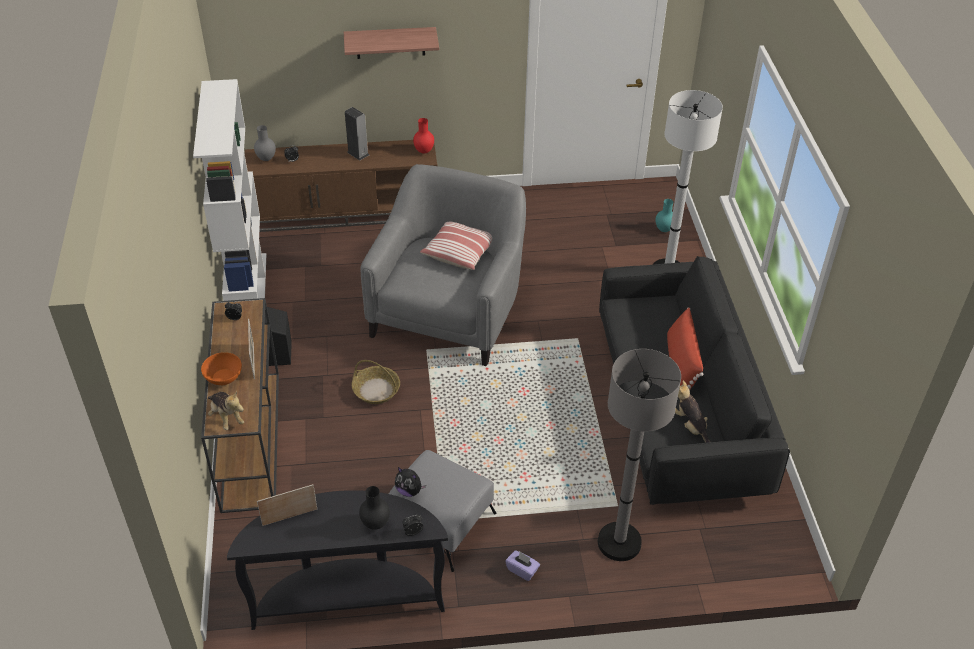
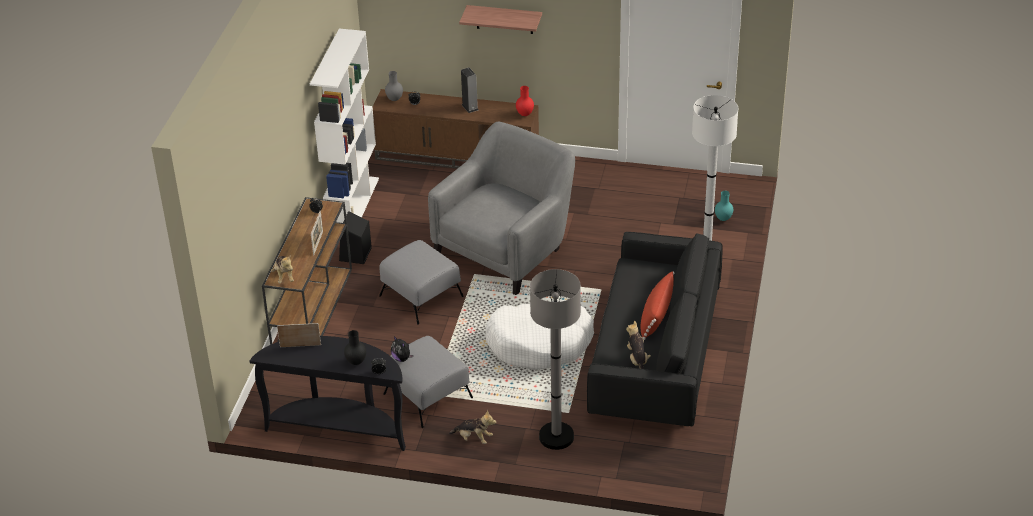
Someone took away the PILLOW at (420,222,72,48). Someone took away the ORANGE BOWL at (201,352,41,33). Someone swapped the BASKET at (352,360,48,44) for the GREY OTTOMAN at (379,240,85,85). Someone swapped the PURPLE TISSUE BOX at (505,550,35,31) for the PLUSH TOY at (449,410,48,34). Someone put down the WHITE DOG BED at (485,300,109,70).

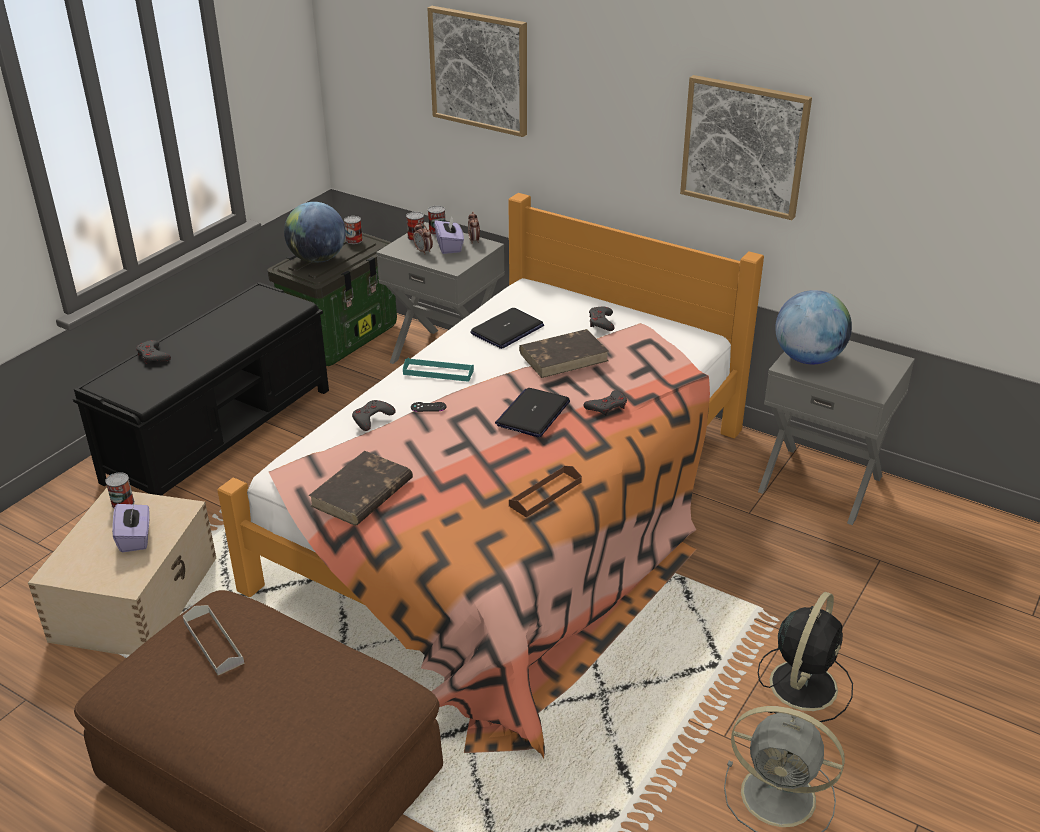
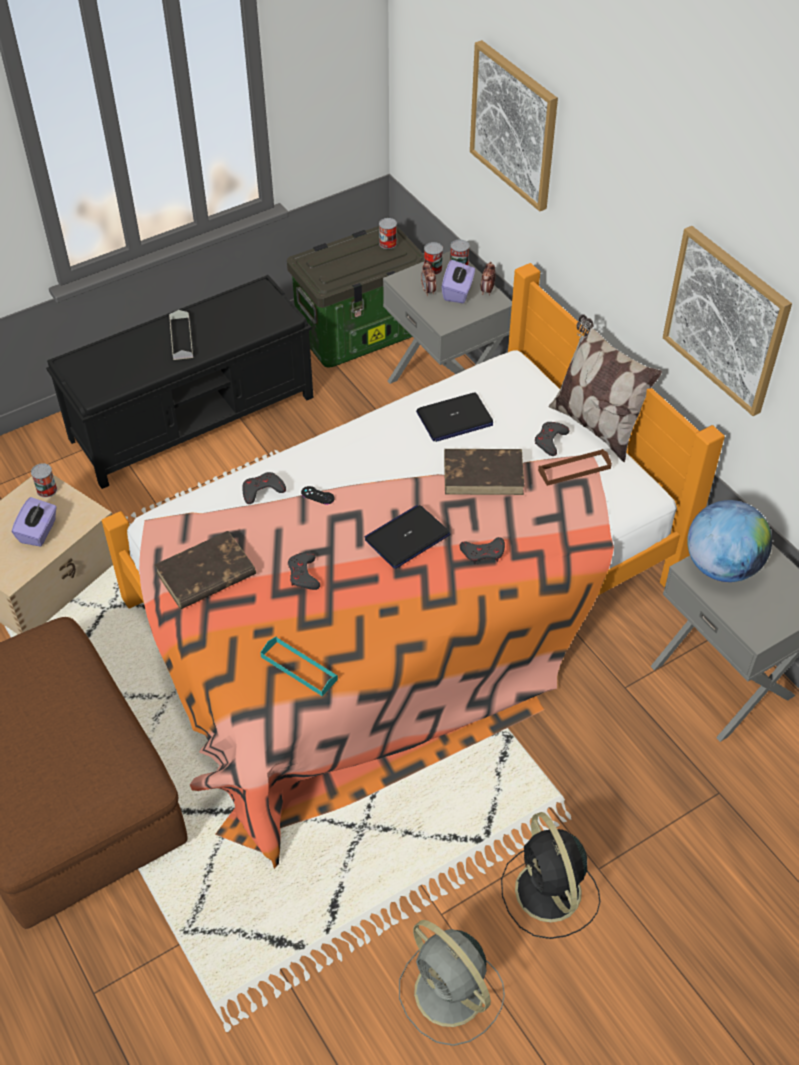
Someone took away the GLOBE at (284,202,62,61). Someone carried the GREY GAME CONTROLLER from (136,340,35,24) to (288,552,32,38). Someone carried the TURQUOISE TRAY from (403,358,71,24) to (260,637,78,59). Someone carried the BROWN TRAY from (509,466,73,52) to (538,449,74,37). Someone rotated the BLACK FAN at (758,592,95,130) by 105 degrees clockwise. Someone carried the GREY TRAY from (183,605,61,70) to (169,310,24,50). Someone put down the PILLOW at (549,315,113,147).

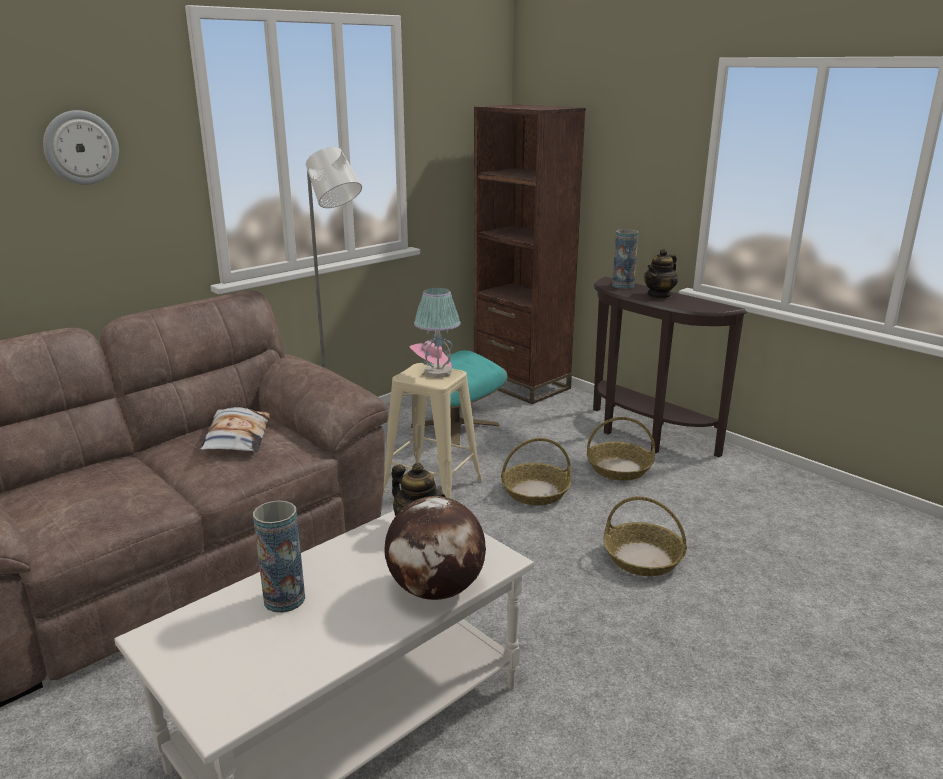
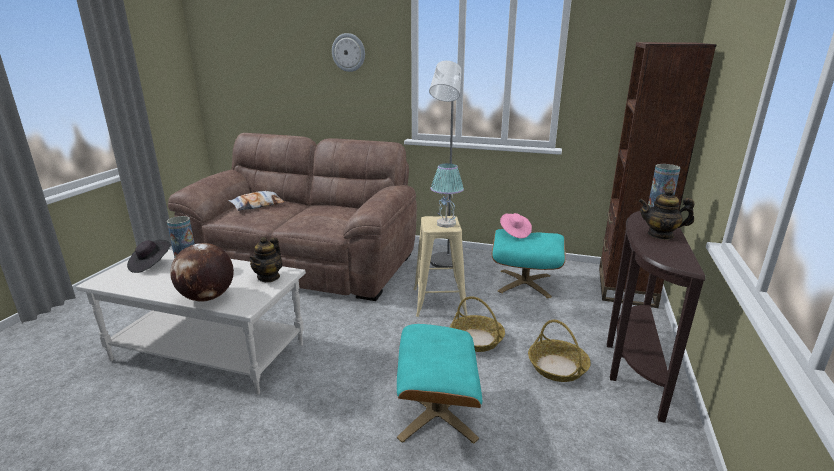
Someone carried the PILLOW from (200,407,70,45) to (228,191,57,20). Someone swapped the BASKET at (604,496,83,80) for the TURQUOISE OTTOMAN at (397,324,85,120). Someone put down the BLACK HAT at (127,240,44,33).

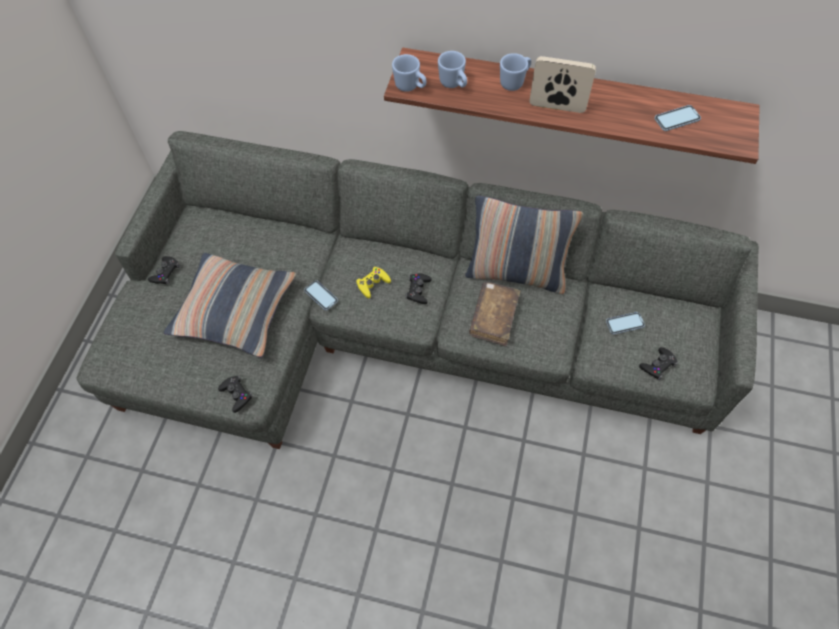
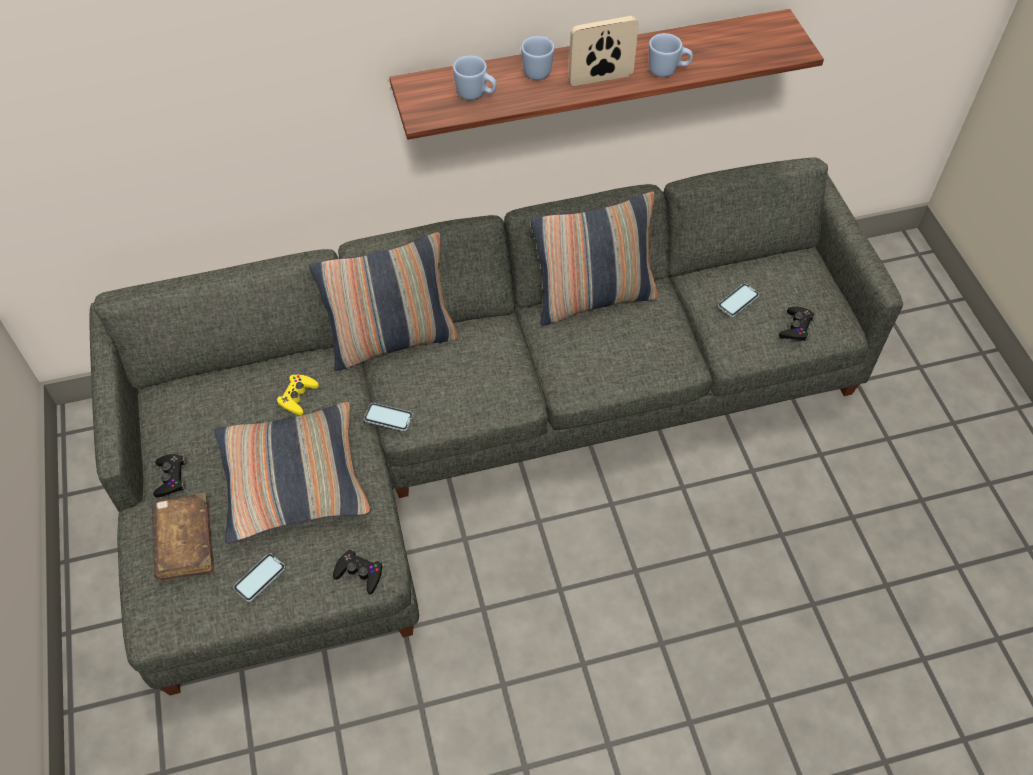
Someone carried the BLUE MUG from (392,54,34,38) to (649,33,44,44). Someone carried the PHONE from (654,105,47,26) to (233,553,52,49). Someone carried the YELLOW GAME CONTROLLER from (356,266,35,32) to (276,375,43,40). Someone took away the BLACK GAME CONTROLLER at (405,273,27,31). Someone carried the BROWN BOOK from (469,282,51,64) to (151,493,63,88). Someone put down the PILLOW at (309,232,149,139).

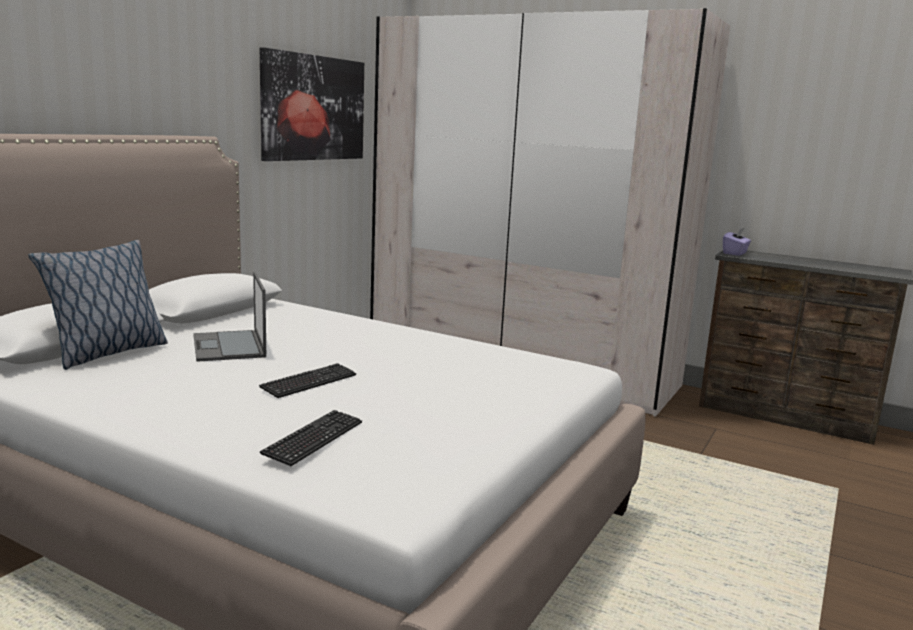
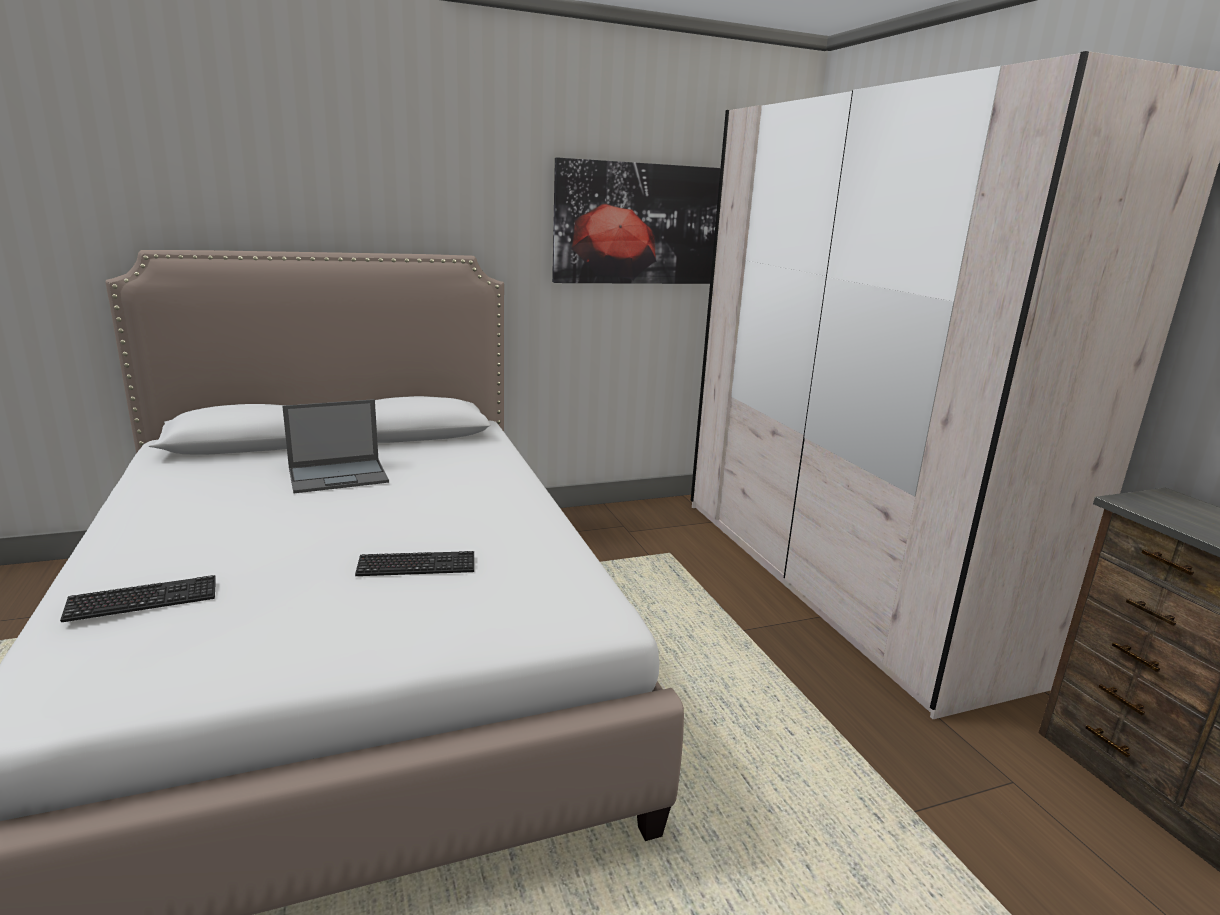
Someone took away the PURPLE TISSUE BOX at (723,228,28,28). Someone took away the PILLOW at (28,240,140,130). Someone rotated the LAPTOP at (193,272,73,90) by 135 degrees counterclockwise. Someone carried the KEYBOARD from (259,363,97,35) to (355,551,119,25).

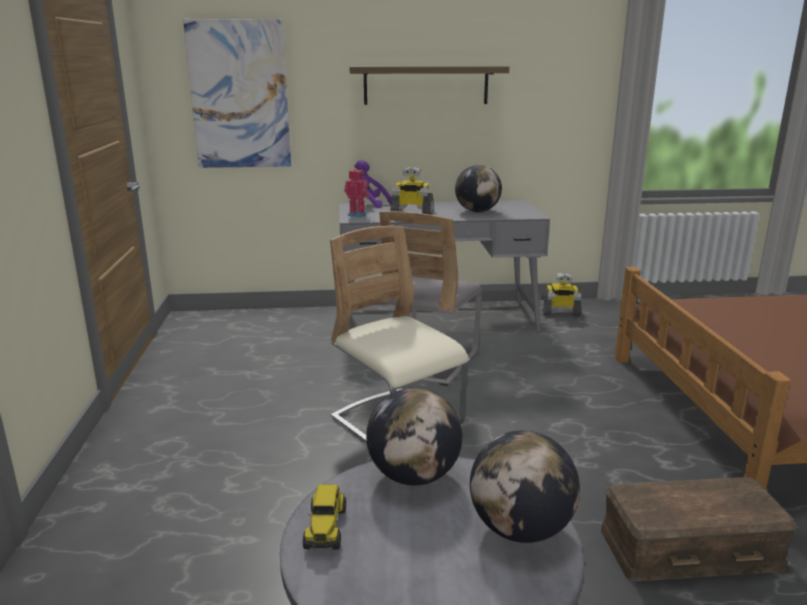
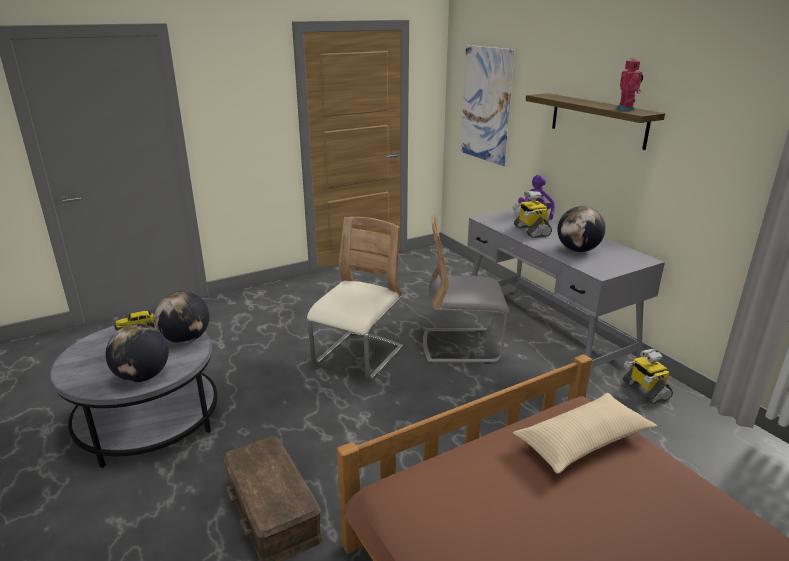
Someone carried the TOY ROBOT from (344,168,26,49) to (616,58,27,53). Someone put down the BEIGE PILLOW at (513,393,144,81).

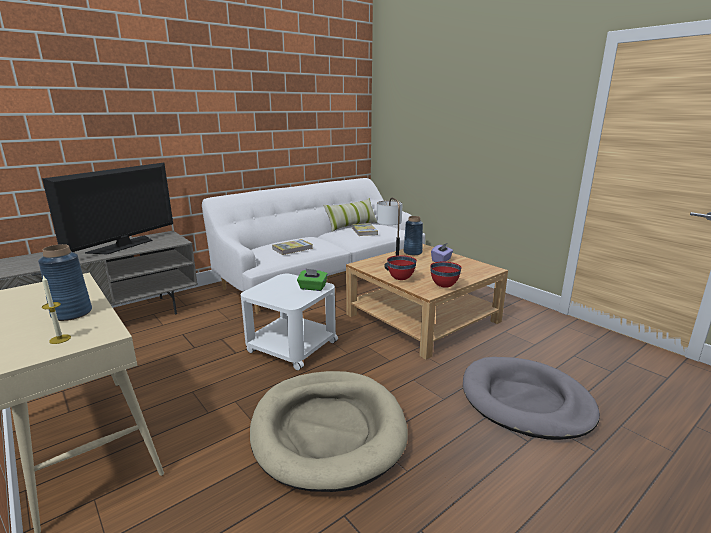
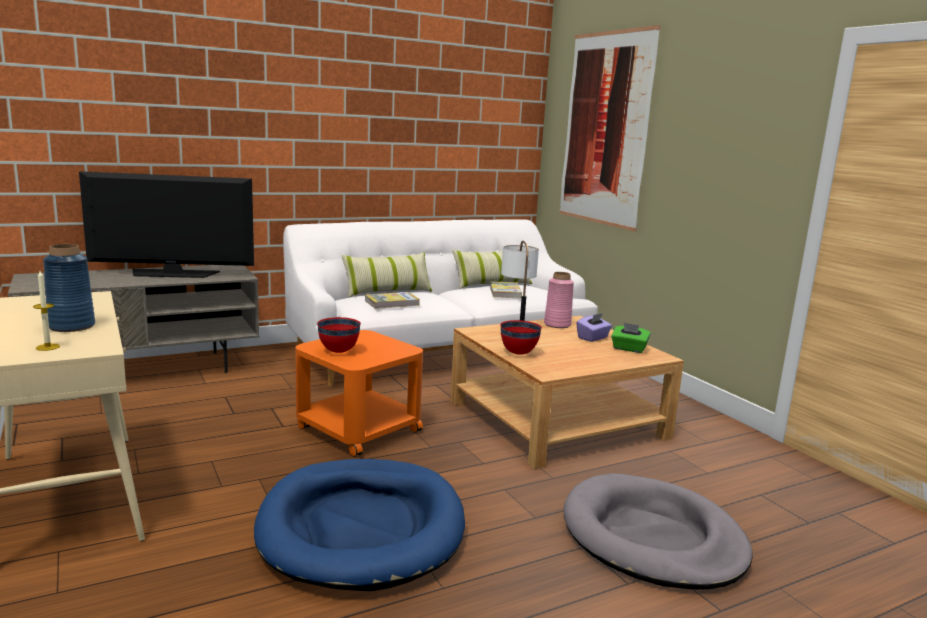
Someone rotated the TELEVISION at (42,163,131,91) by 45 degrees clockwise. Someone repainted the BLUE VASE at (403,216,20,39), which became the PINK VASE at (544,272,30,56). Someone carried the RED BOWL from (430,262,32,26) to (317,317,44,36). Someone carried the GREEN TISSUE BOX from (297,268,31,23) to (611,323,40,30). Someone repainted the WHITE SIDE TABLE at (241,274,97,97), which became the ORANGE SIDE TABLE at (295,330,128,127). Someone repainted the BEIGE DOG BED at (250,371,158,121), which became the BLUE DOG BED at (254,459,211,132). Someone put up the PICTURE at (559,25,102,207). Someone put down the PILLOW at (341,252,91,45).

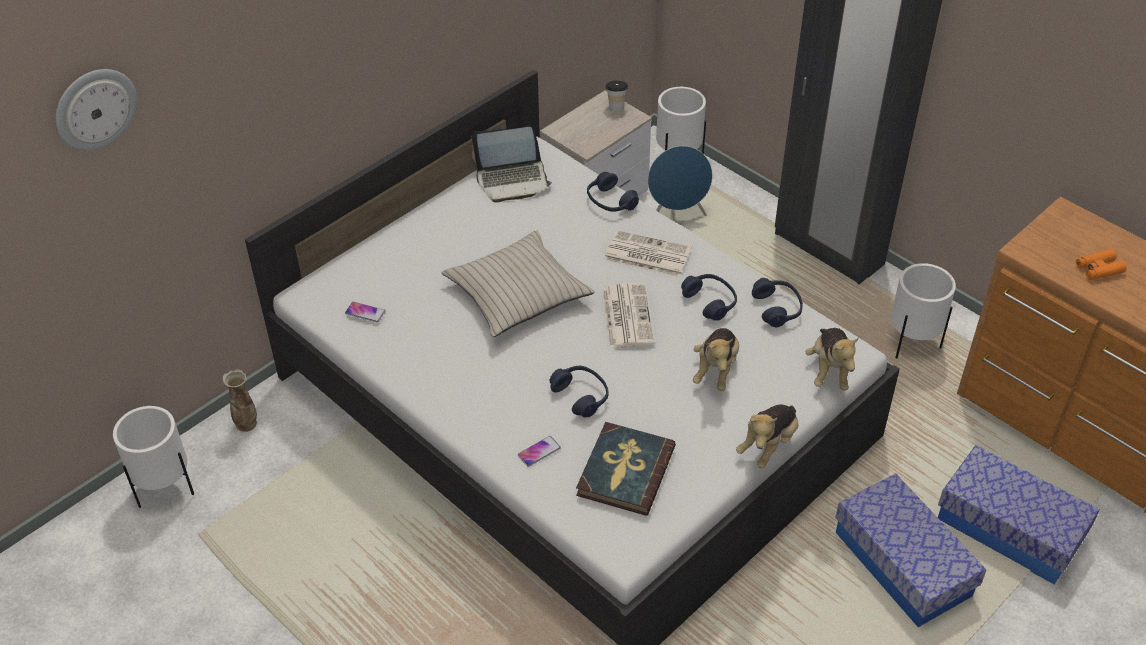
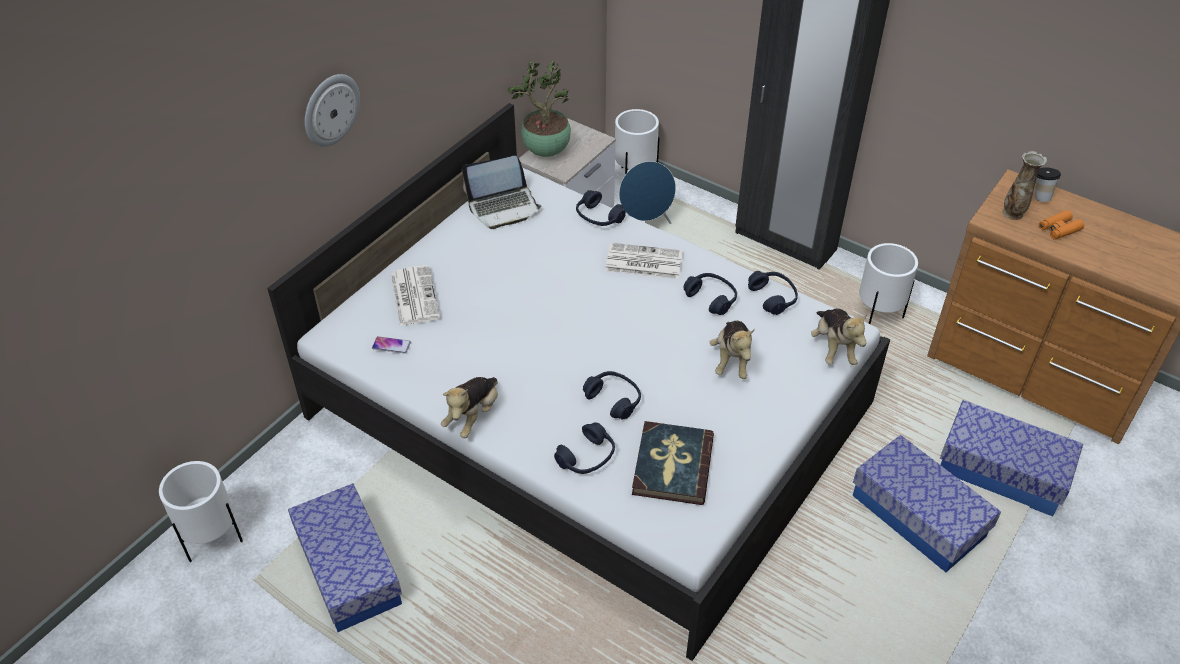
Someone carried the WALL CLOCK from (56,69,81,82) to (305,74,55,73). Someone carried the CUP from (605,81,23,31) to (1035,167,26,35). Someone took away the BEIGE PILLOW at (442,230,153,107). Someone carried the NEWSPAPER from (603,283,51,65) to (391,265,49,61). Someone carried the VASE from (223,369,34,63) to (1002,151,45,69). Someone carried the PLUSH TOY from (736,404,62,65) to (441,377,57,61). Someone swapped the PHONE at (518,436,43,31) for the BLUE HEADPHONES at (554,422,61,52). Someone put down the POTTED PLANT at (508,61,63,96). Someone put down the STORAGE BOX at (288,483,114,149).

